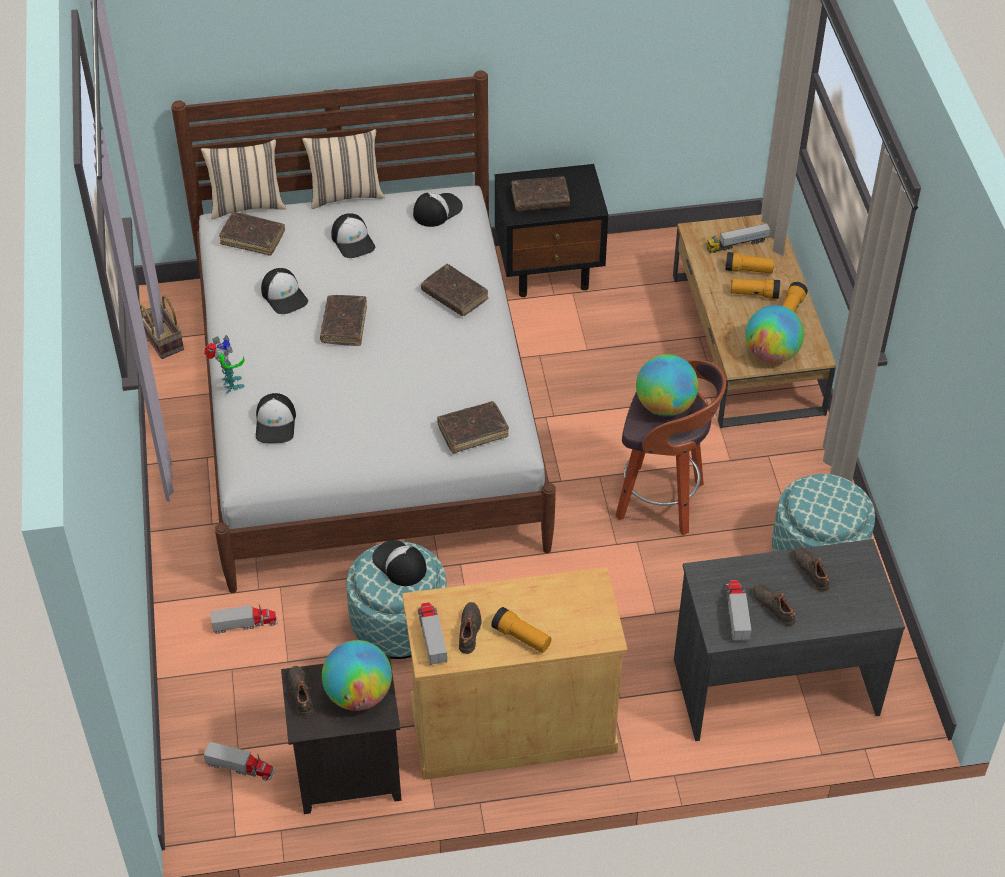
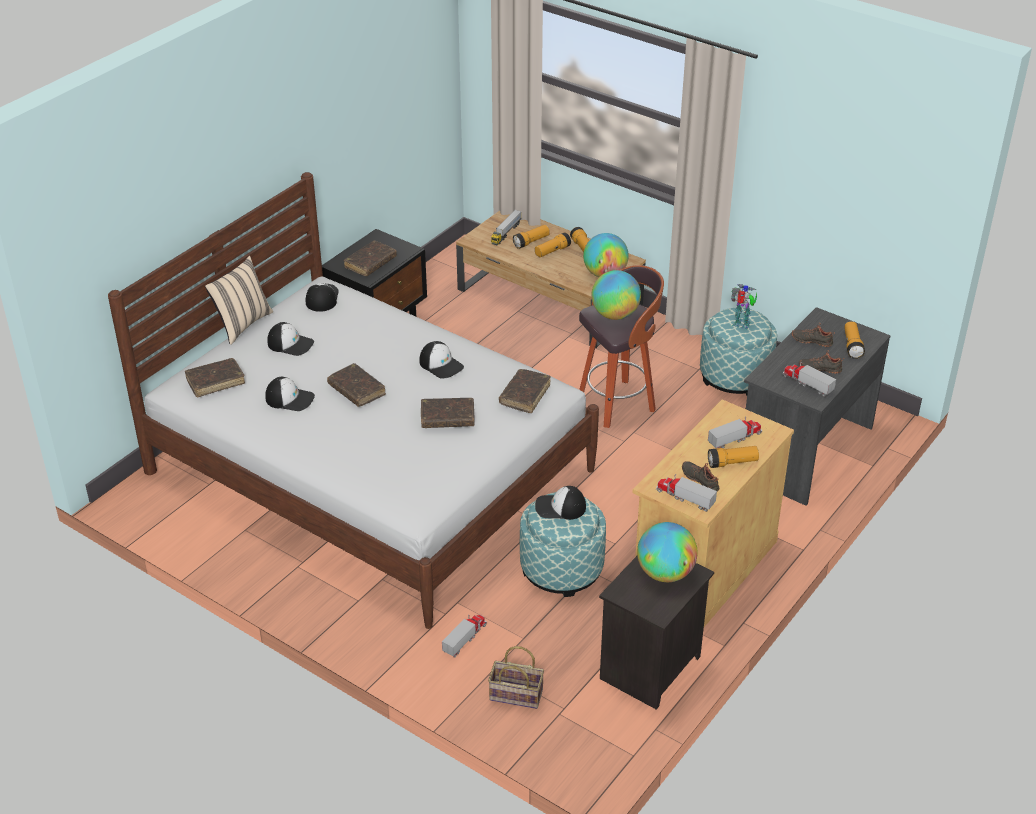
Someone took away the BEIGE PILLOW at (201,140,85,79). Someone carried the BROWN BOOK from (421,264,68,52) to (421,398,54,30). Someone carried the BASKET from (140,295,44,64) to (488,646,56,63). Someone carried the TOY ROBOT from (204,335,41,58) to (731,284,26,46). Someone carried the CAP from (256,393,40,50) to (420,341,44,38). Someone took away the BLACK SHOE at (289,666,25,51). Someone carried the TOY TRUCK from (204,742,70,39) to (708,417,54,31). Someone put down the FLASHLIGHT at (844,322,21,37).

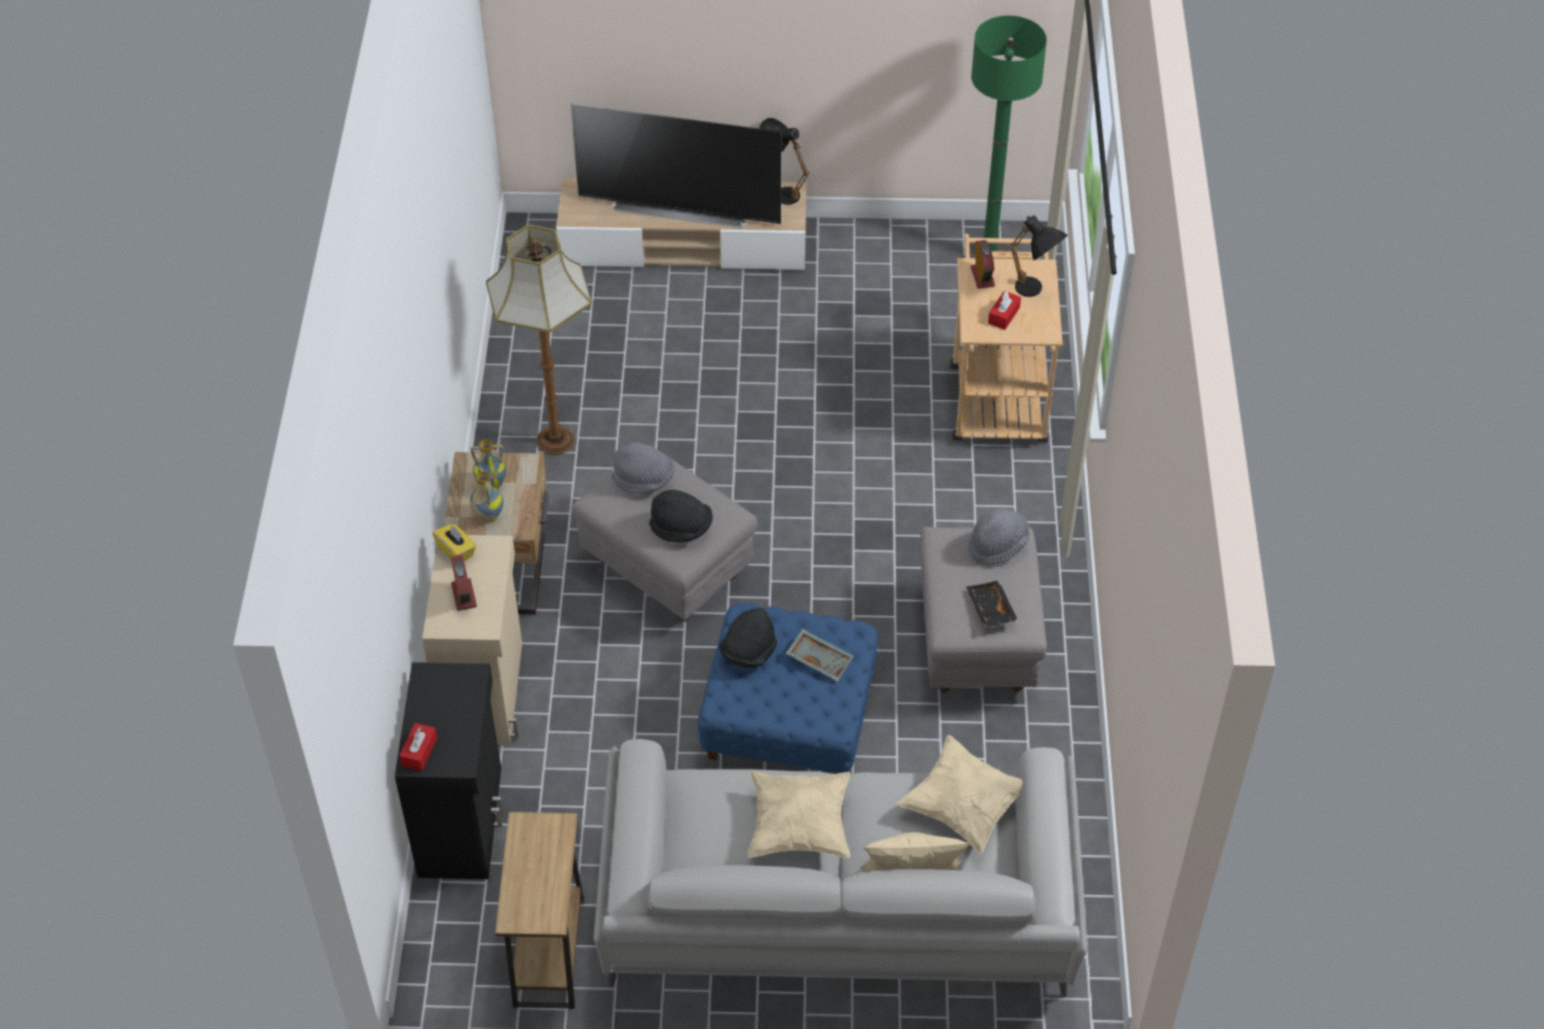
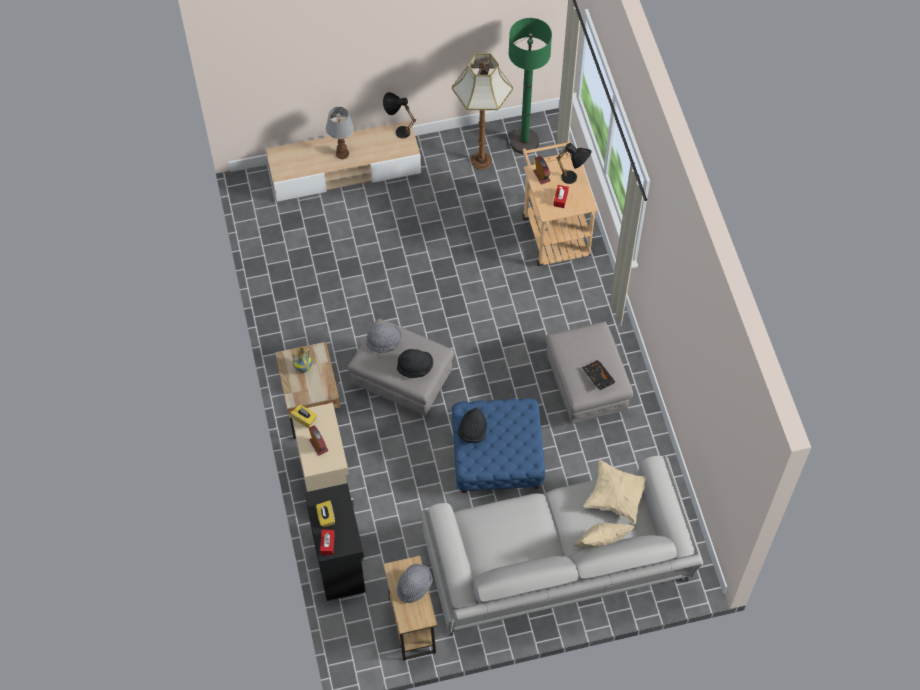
Someone swapped the TELEVISION at (571,103,210,125) for the TABLE LAMP at (326,107,28,52). Someone carried the FLOOR LAMP from (486,225,106,230) to (452,53,61,117). Someone took away the VASE at (470,467,34,56). Someone carried the GREY HAT from (968,509,62,56) to (397,564,36,39). Someone took away the GREY TRAY at (786,629,68,52). Someone took away the BEIGE PILLOW at (747,771,103,87). Someone put down the YELLOW TISSUE BOX at (316,500,19,27).

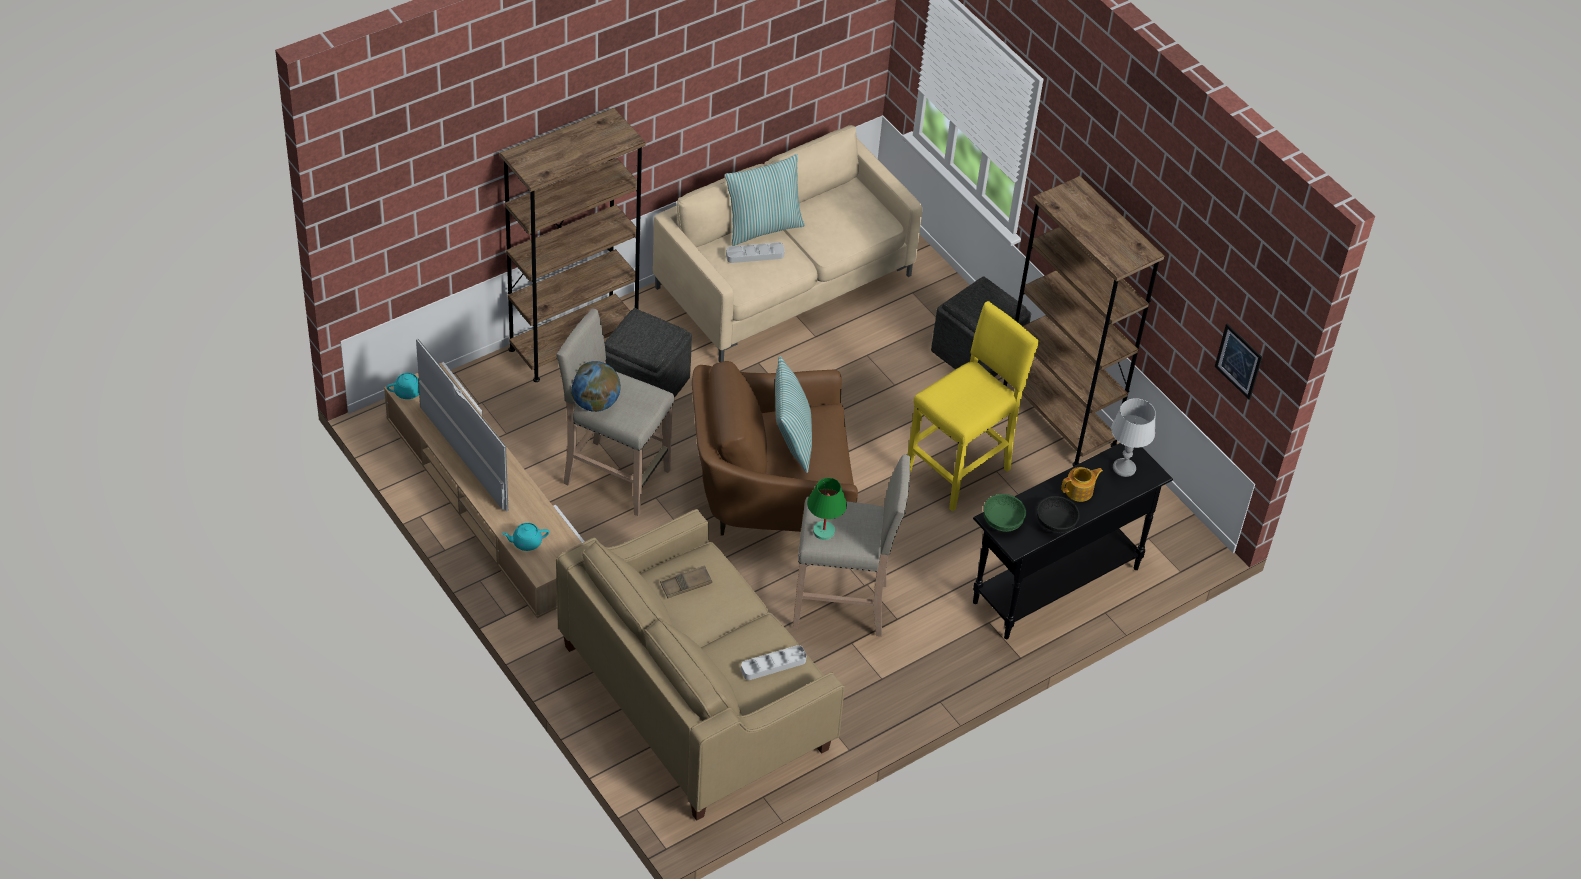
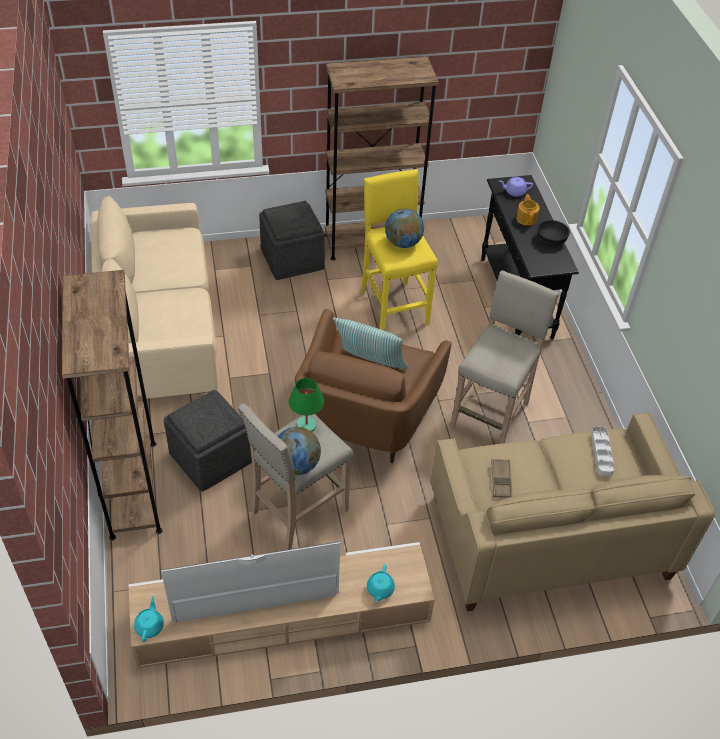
Someone took away the PILLOW at (725,154,80,92). Someone took away the GREY TRAY at (726,242,59,21). Someone took away the PICTURE at (1215,324,47,76). Someone swapped the GREY TABLE LAMP at (1111,398,45,79) for the PURPLE TEAPOT at (499,177,34,20). Someone carried the GREEN TABLE LAMP from (807,478,40,62) to (289,378,35,54). Someone took away the GREEN BOWL at (984,494,42,38). Someone put down the GLOBE at (385,209,39,39).

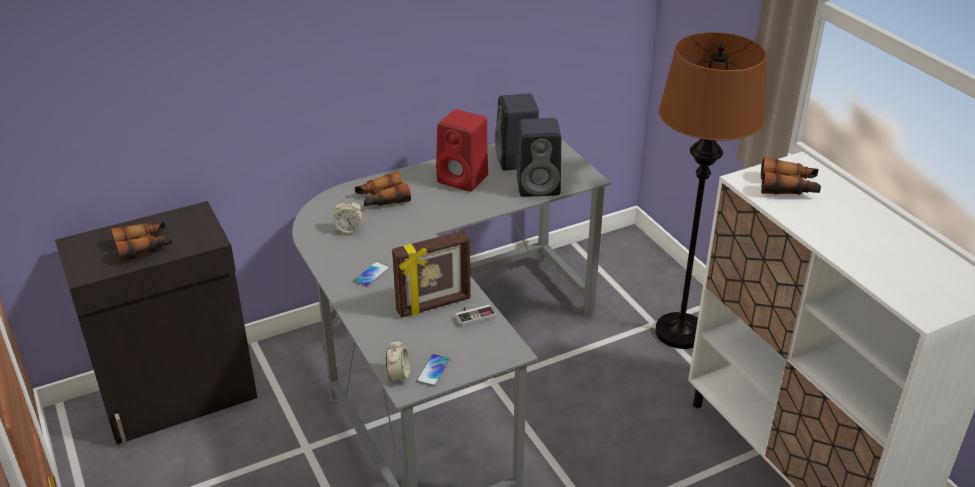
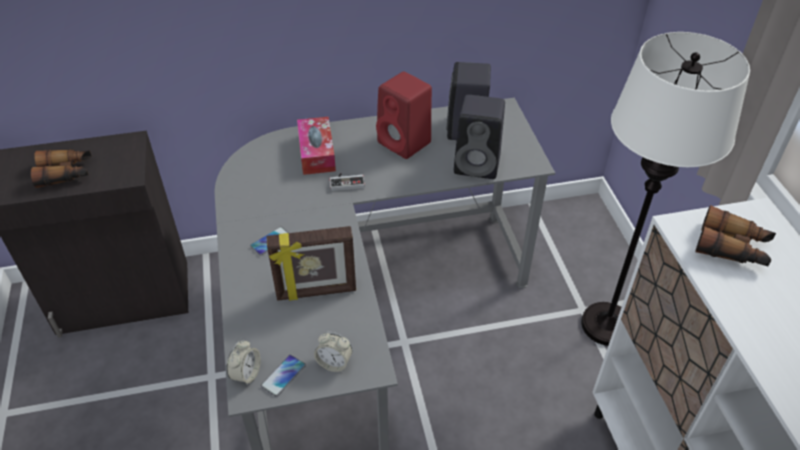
Someone repainted the BROWN FLOOR LAMP at (655,32,112,317), which became the WHITE FLOOR LAMP at (581,32,169,314). Someone swapped the BINOCULARS at (355,172,56,34) for the TISSUE BOX at (297,117,39,58). Someone carried the ALARM CLOCK from (334,198,29,36) to (314,332,38,40). Someone carried the GAME CONTROLLER from (455,304,41,23) to (330,173,35,18).

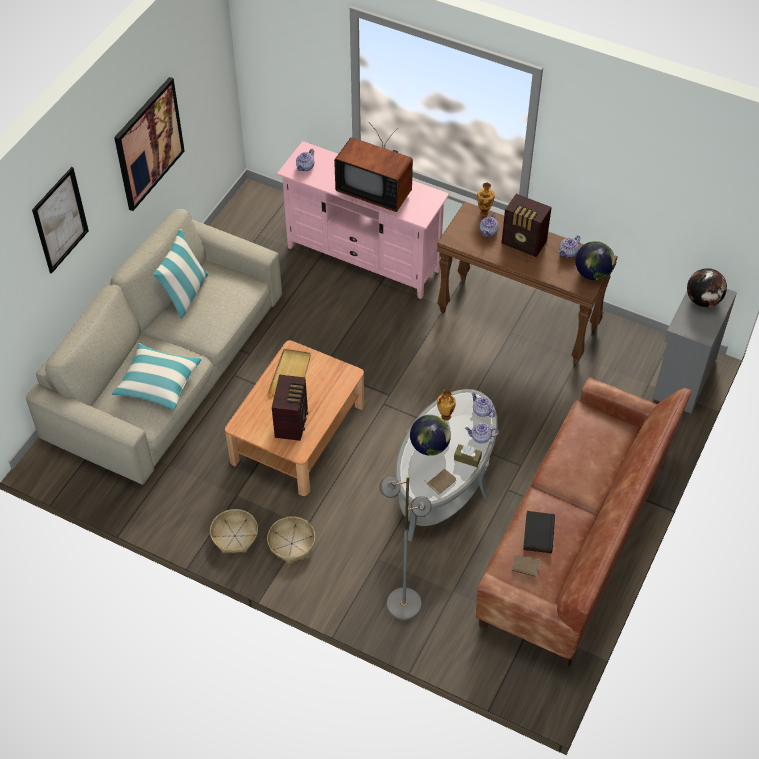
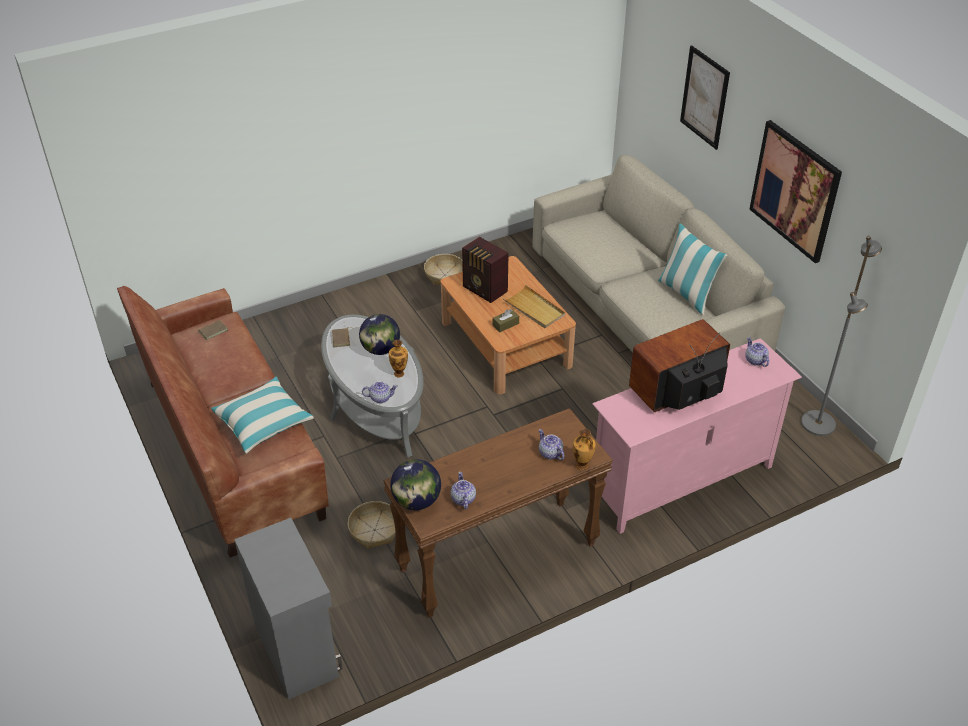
Someone took away the RADIO at (502,194,50,63). Someone took away the GLOBE at (687,268,40,39). Someone carried the PILLOW from (112,343,90,67) to (211,376,103,78). Someone took away the TEAPOT at (465,423,34,20). Someone carried the BROWN TISSUE BOX from (454,444,28,23) to (493,309,26,23). Someone carried the GREY FLOOR LAMP from (380,476,52,144) to (801,235,81,201). Someone took away the BLACK BOOK at (523,511,32,42). Someone carried the BASKET from (267,516,48,47) to (348,501,48,48).

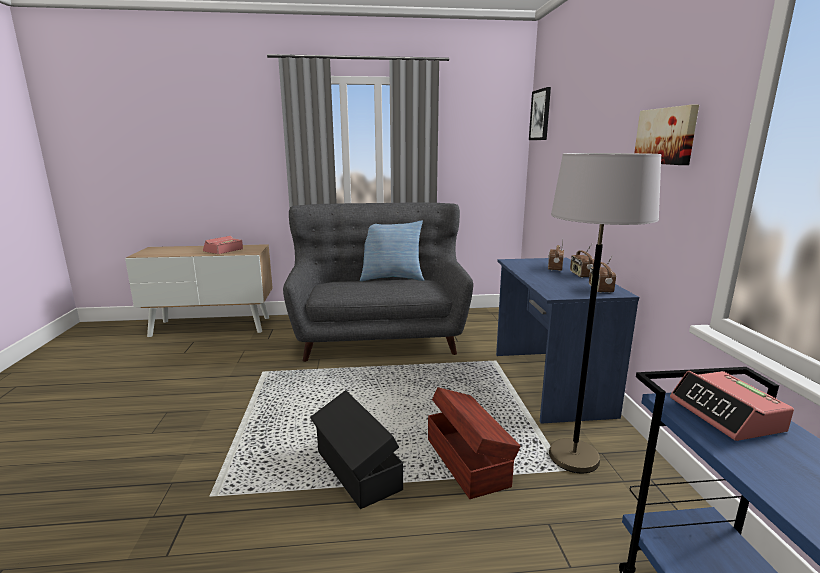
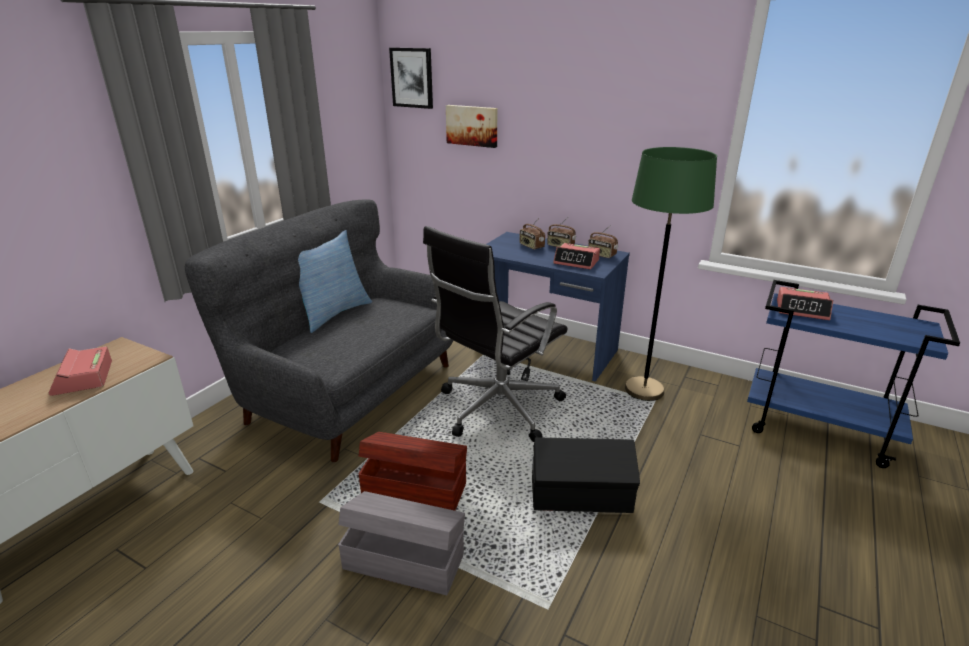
Someone carried the PICTURE from (634,105,65,60) to (446,105,52,43). Someone repainted the GREY FLOOR LAMP at (549,153,113,320), which became the GREEN FLOOR LAMP at (625,147,92,254). Someone carried the BROWN STORAGE BOX from (428,387,93,112) to (358,432,109,79). Someone put down the BLACK OFFICE CHAIR at (423,226,145,216). Someone put down the ALARM CLOCK at (553,243,47,26). Someone put down the GREY STORAGE BOX at (338,491,127,104).

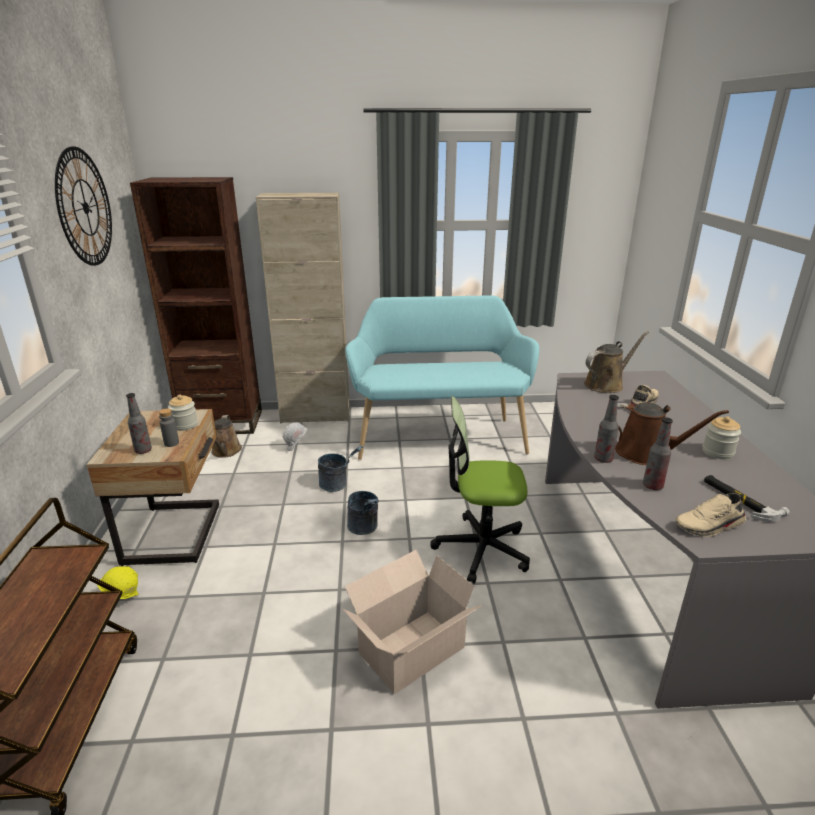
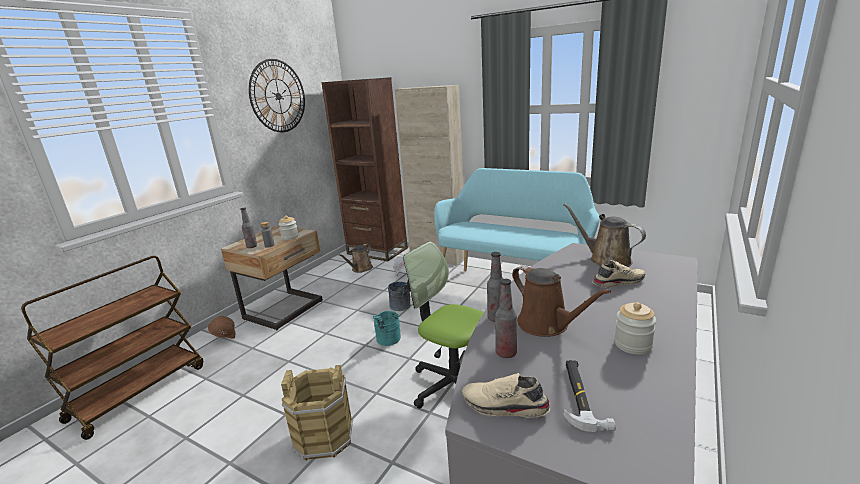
Someone rotated the BROWN WATERING CAN at (584,331,65,62) by 135 degrees counterclockwise. Someone repainted the GREY BUCKET at (347,491,32,44), which became the TURQUOISE BUCKET at (373,311,28,35). Someone swapped the CARDBOARD BOX at (343,550,140,144) for the BROWN BUCKET at (281,365,72,95). Someone repainted the YELLOW HARD HAT at (97,566,42,34), which became the BROWN HARD HAT at (208,316,28,23).

